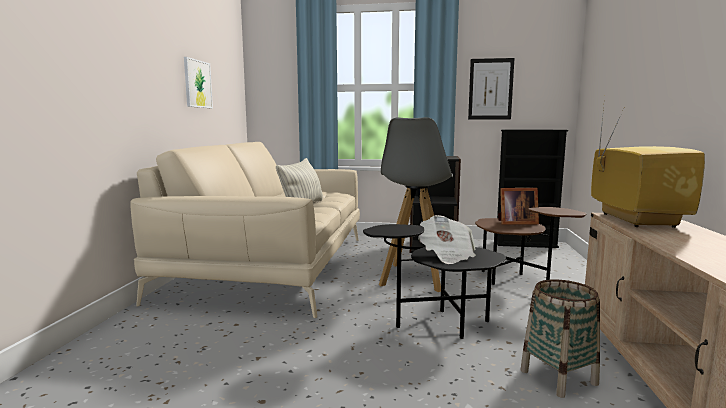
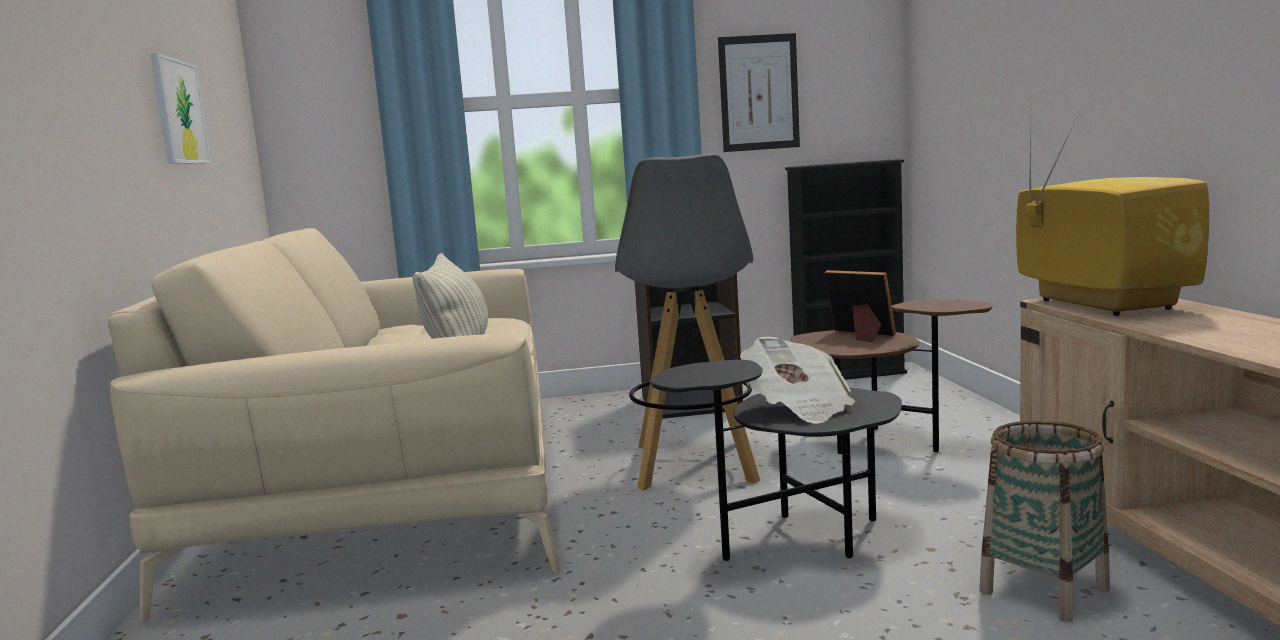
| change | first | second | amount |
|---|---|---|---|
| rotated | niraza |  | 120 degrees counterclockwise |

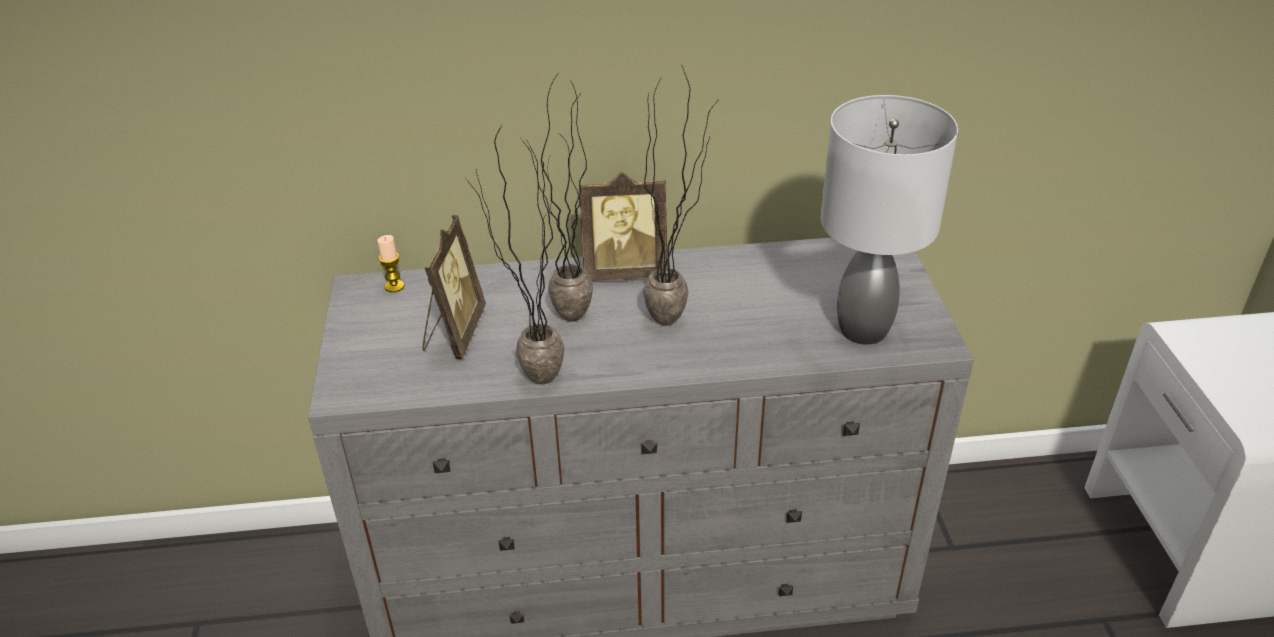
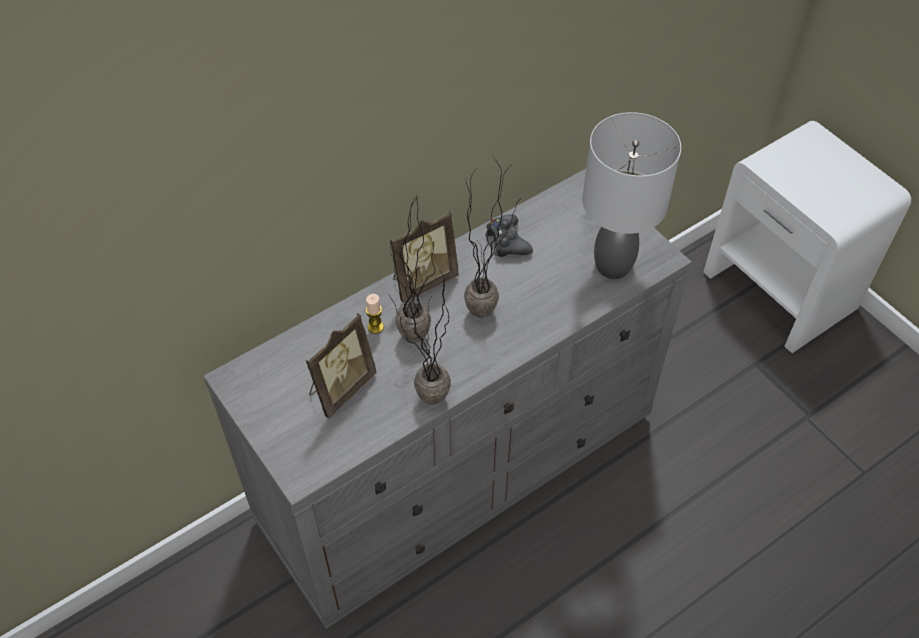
| change | first | second | amount |
|---|---|---|---|
| new |  | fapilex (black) |  |
| shifted | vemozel |  |  |
| rotated | niraza (no. 1 from left) |  | 60 degrees clockwise |

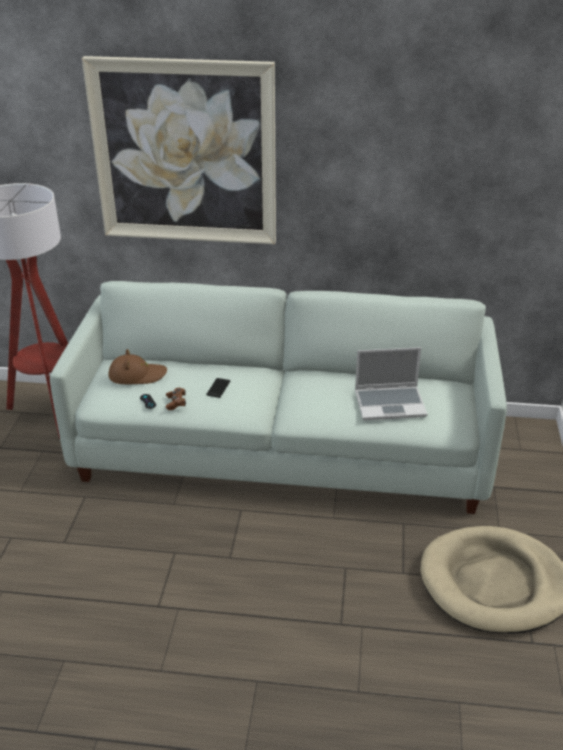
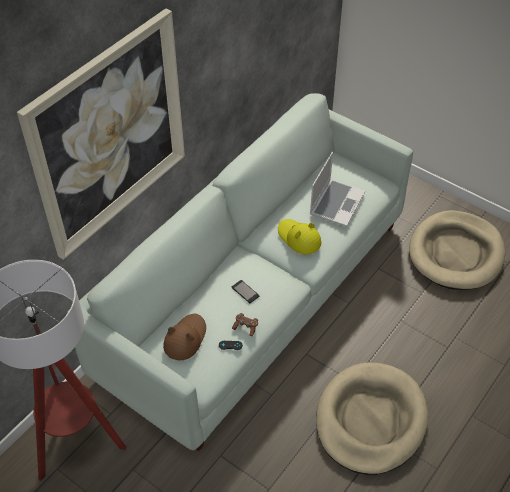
| change | first | second | amount |
|---|---|---|---|
| new |  | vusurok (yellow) |  |
| new |  | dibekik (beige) (no. 1 from left) |  |

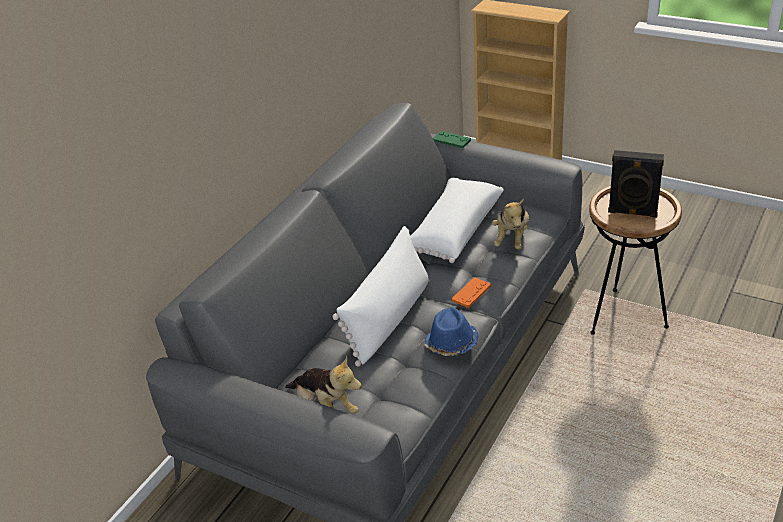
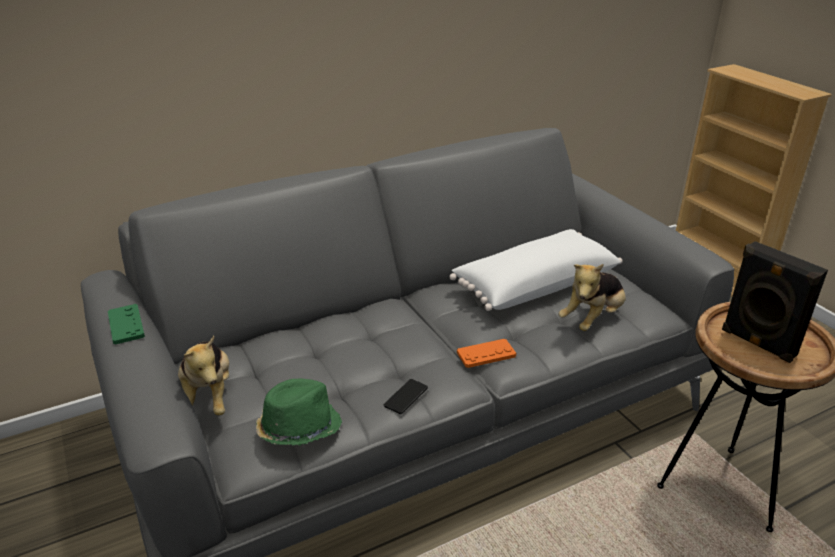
| change | first | second | amount |
|---|---|---|---|
| gone | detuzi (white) (no. 1 from left) |  |  |
| new |  | vusurok (green) |  |
| shifted | fapilex (green) |  |  |
| swapped | vusurok (blue) | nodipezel |  |

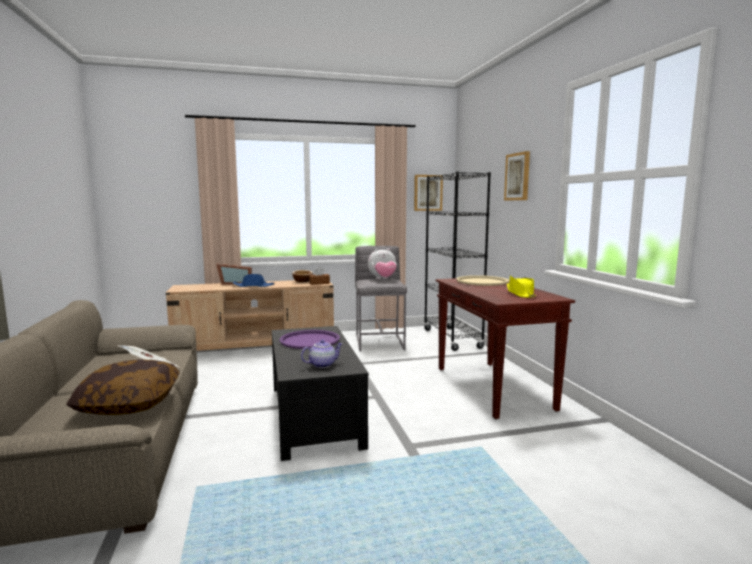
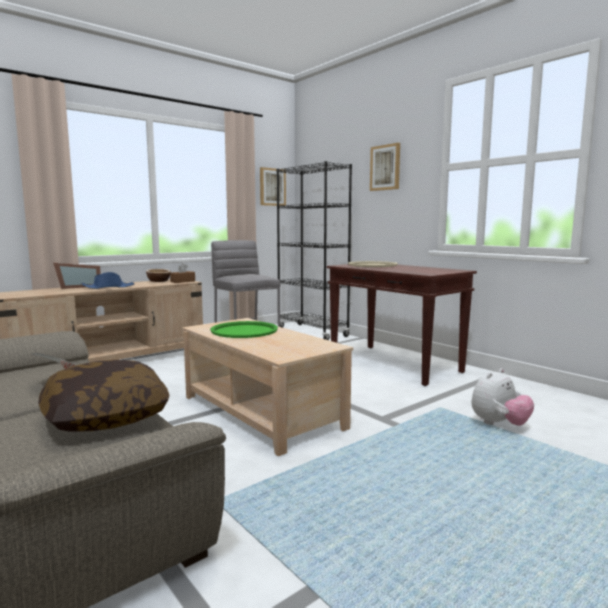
| change | first | second | amount |
|---|---|---|---|
| gone | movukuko |  |  |
| gone | vusurok (yellow) |  |  |
| shifted | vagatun |  |  |
| repainted | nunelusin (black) | nunelusin (beige) |  |
| repainted | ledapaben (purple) | ledapaben (green) |  |

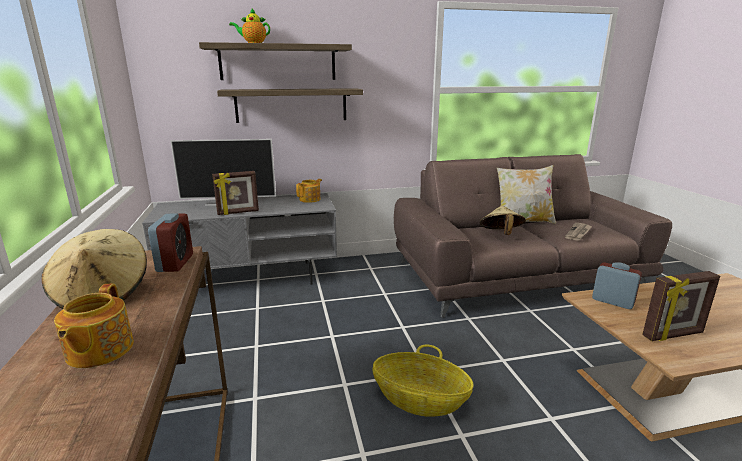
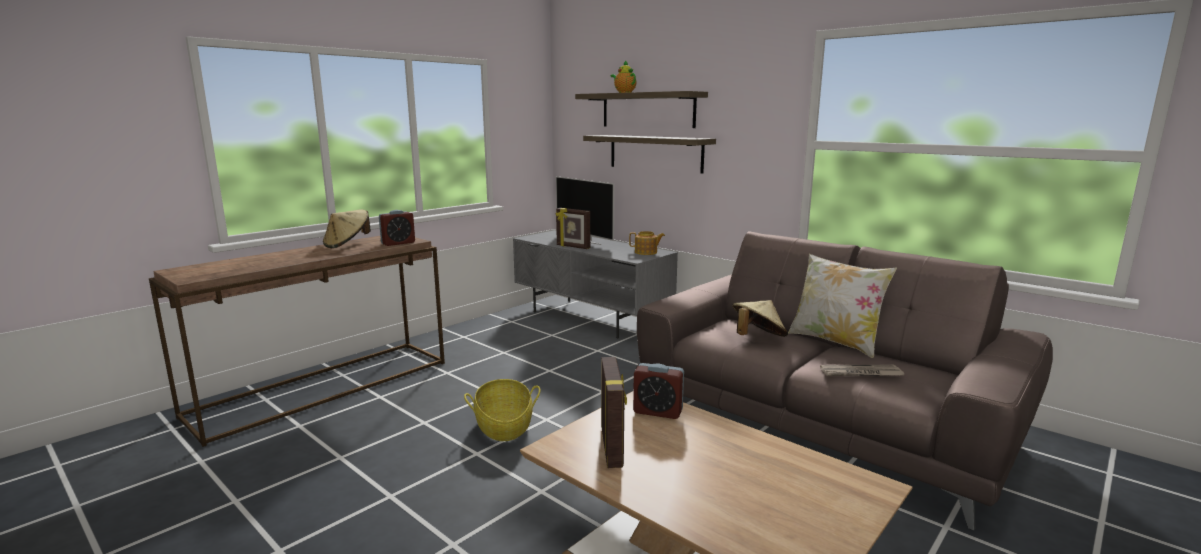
| change | first | second | amount |
|---|---|---|---|
| gone | movukuko (no. 1 from left) |  |  |
| rotated | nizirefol (no. 2 from left) |  | 105 degrees clockwise |
| rotated | niraza (no. 2 from left) |  | 135 degrees counterclockwise |

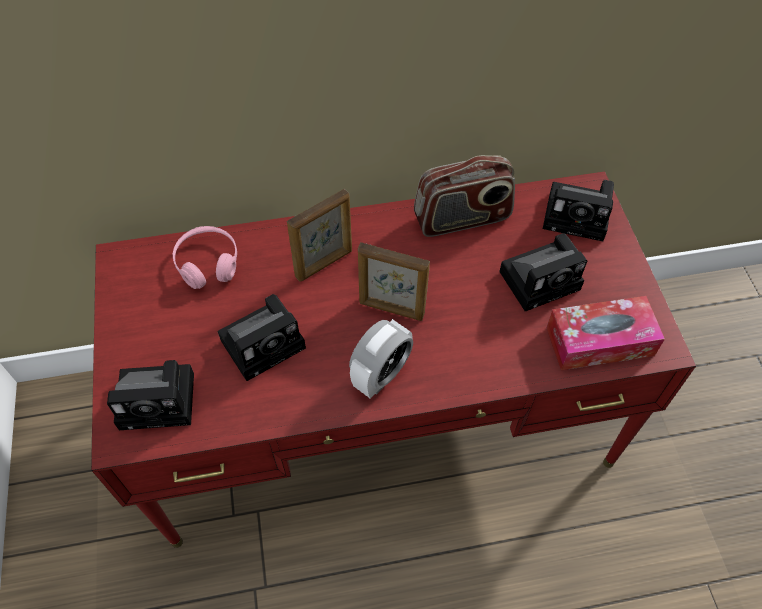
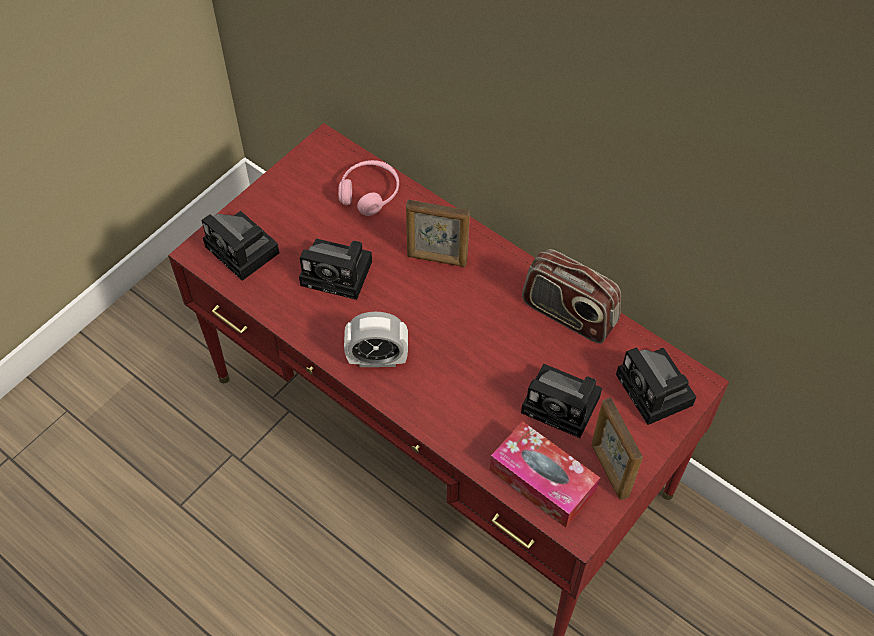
| change | first | second | amount |
|---|---|---|---|
| shifted | niraza (no. 2 from left) |  |  |

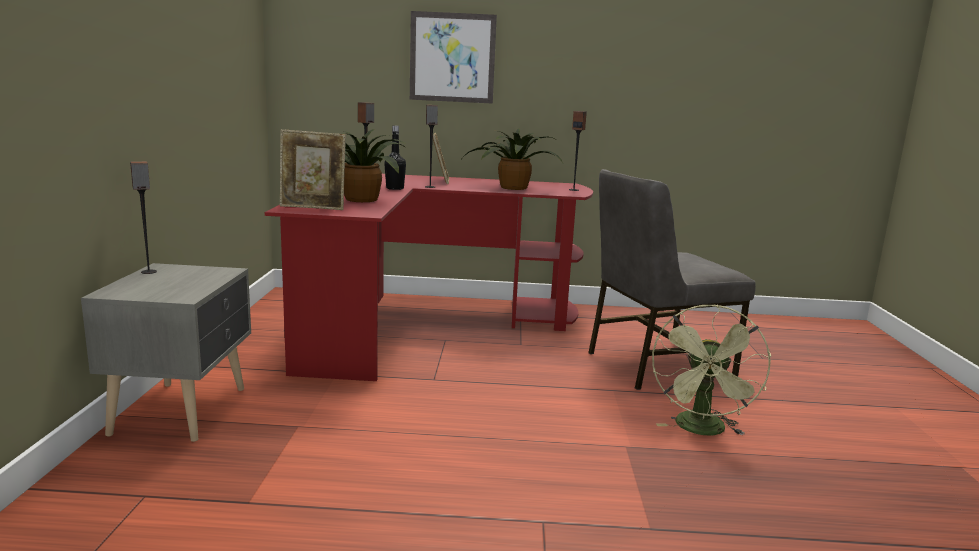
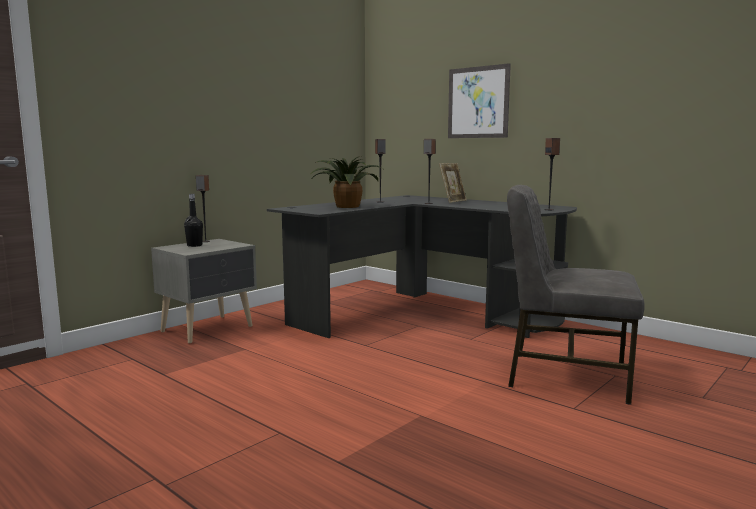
| change | first | second | amount |
|---|---|---|---|
| gone | niraza (no. 1 from left) |  |  |
| gone | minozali (no. 2 from left) |  |  |
| gone | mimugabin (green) |  |  |
| shifted | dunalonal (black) |  |  |
| repainted | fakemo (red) | fakemo (black) |  |

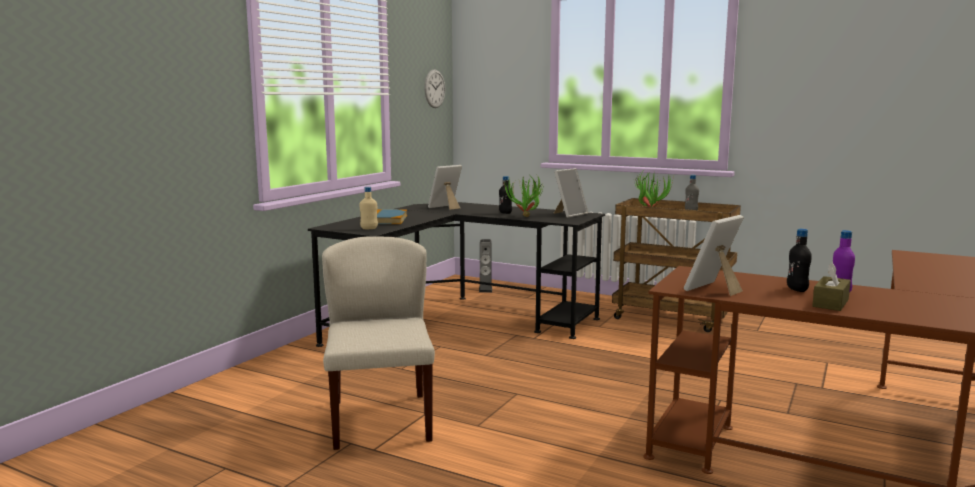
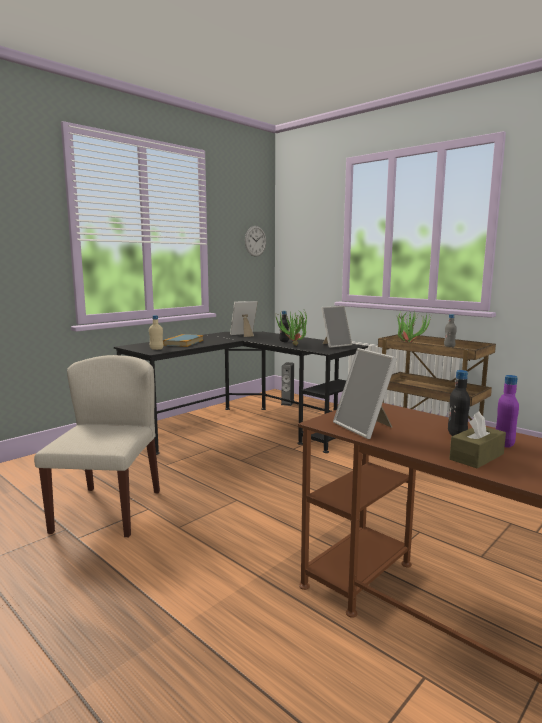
| change | first | second | amount |
|---|---|---|---|
| rotated | niraza (no. 3 from left) |  | 90 degrees counterclockwise |

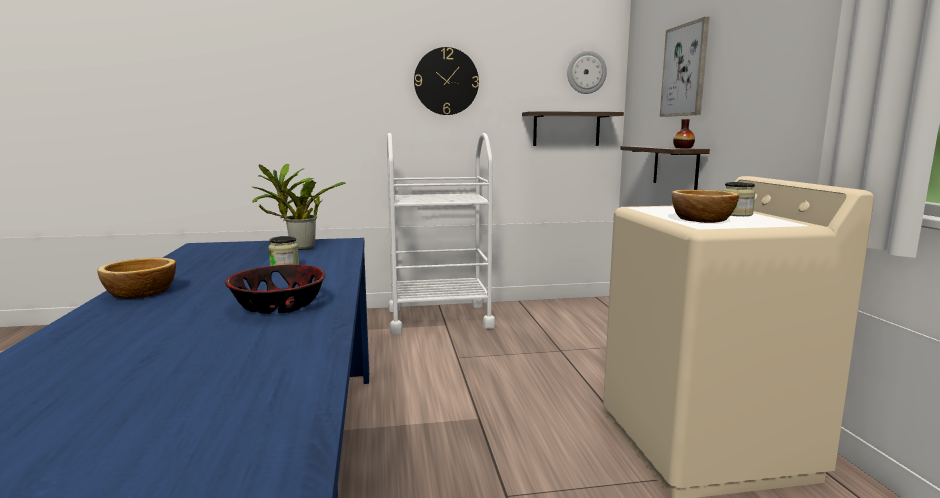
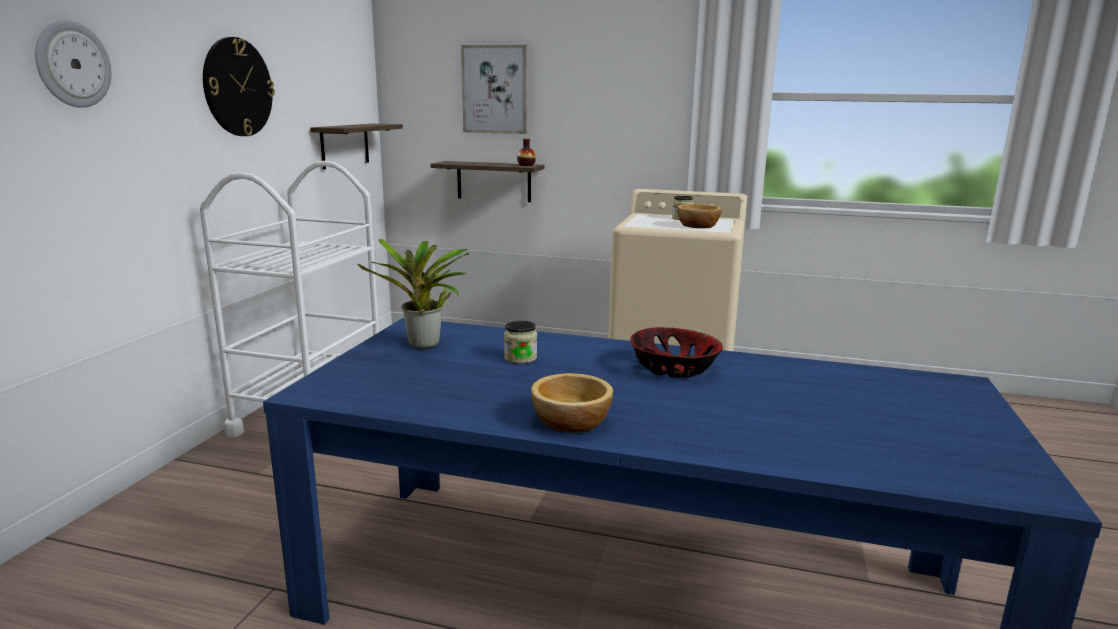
| change | first | second | amount |
|---|---|---|---|
| shifted | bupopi (no. 2 from left in the first image) | bupopi (no. 1 from left) |  |

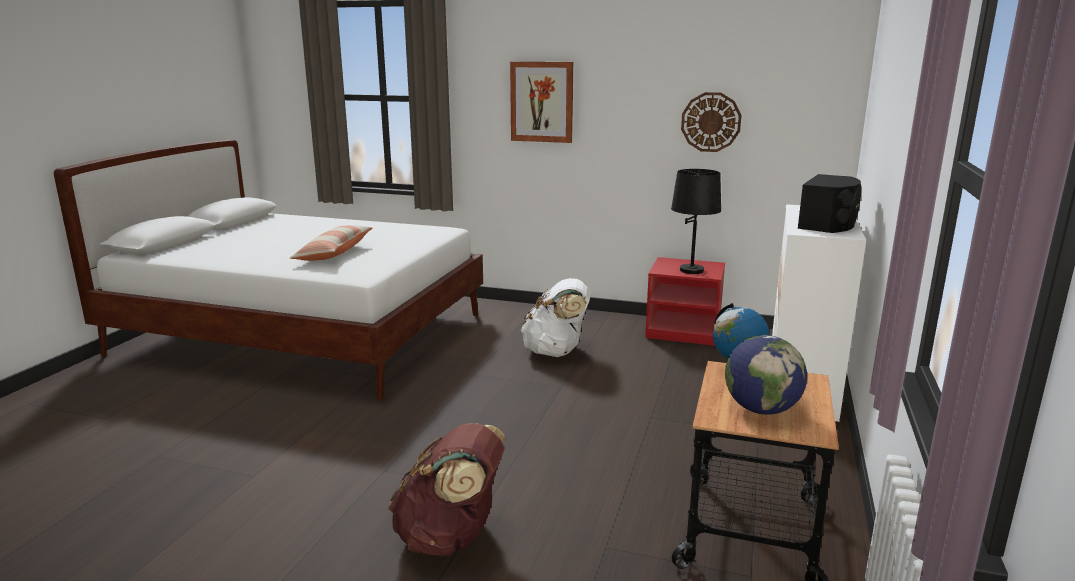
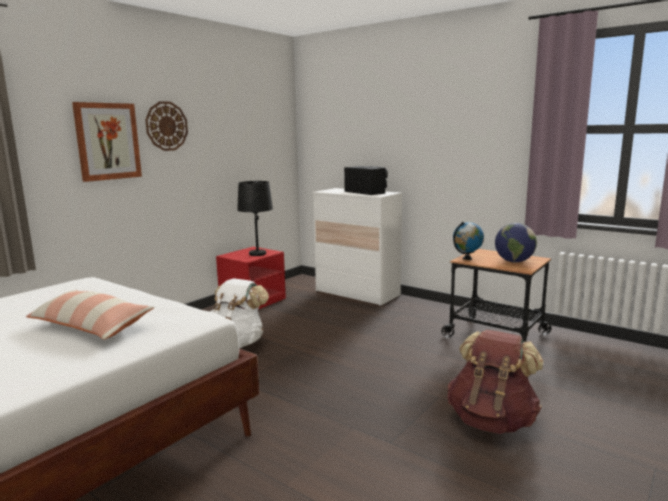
| change | first | second | amount |
|---|---|---|---|
| shifted | bupopi |  |  |

